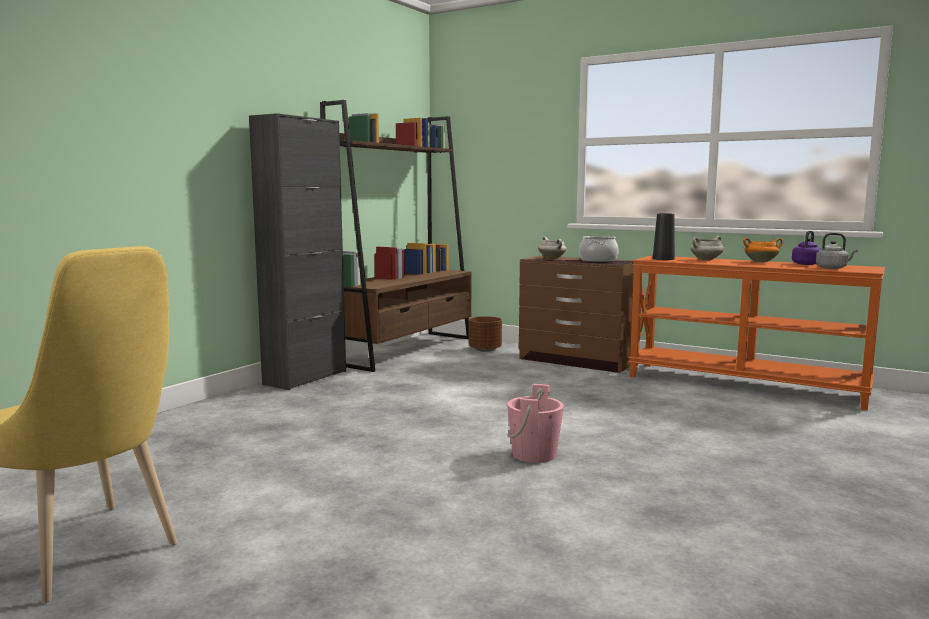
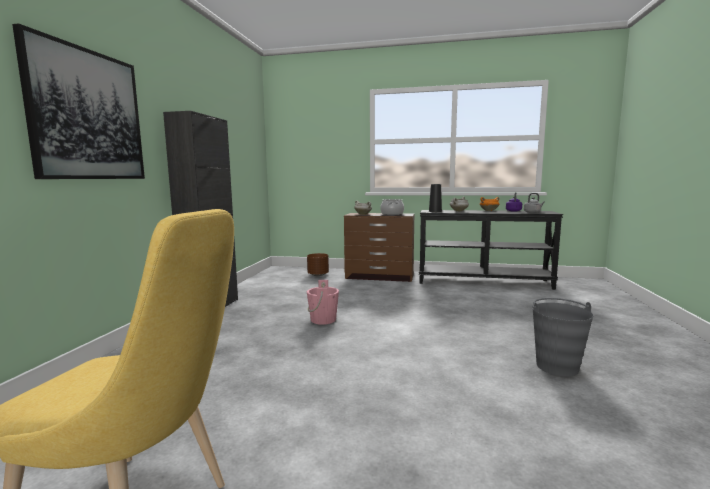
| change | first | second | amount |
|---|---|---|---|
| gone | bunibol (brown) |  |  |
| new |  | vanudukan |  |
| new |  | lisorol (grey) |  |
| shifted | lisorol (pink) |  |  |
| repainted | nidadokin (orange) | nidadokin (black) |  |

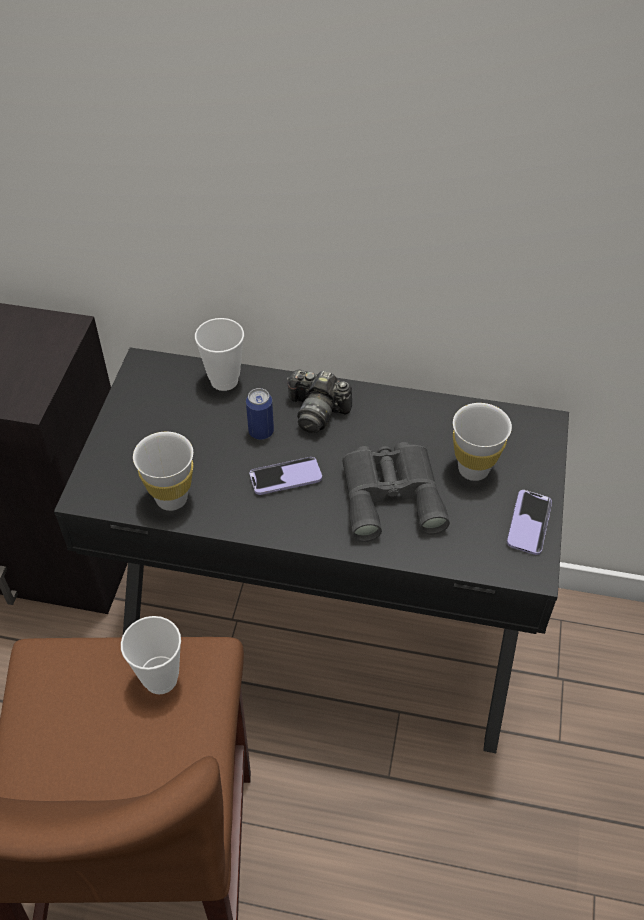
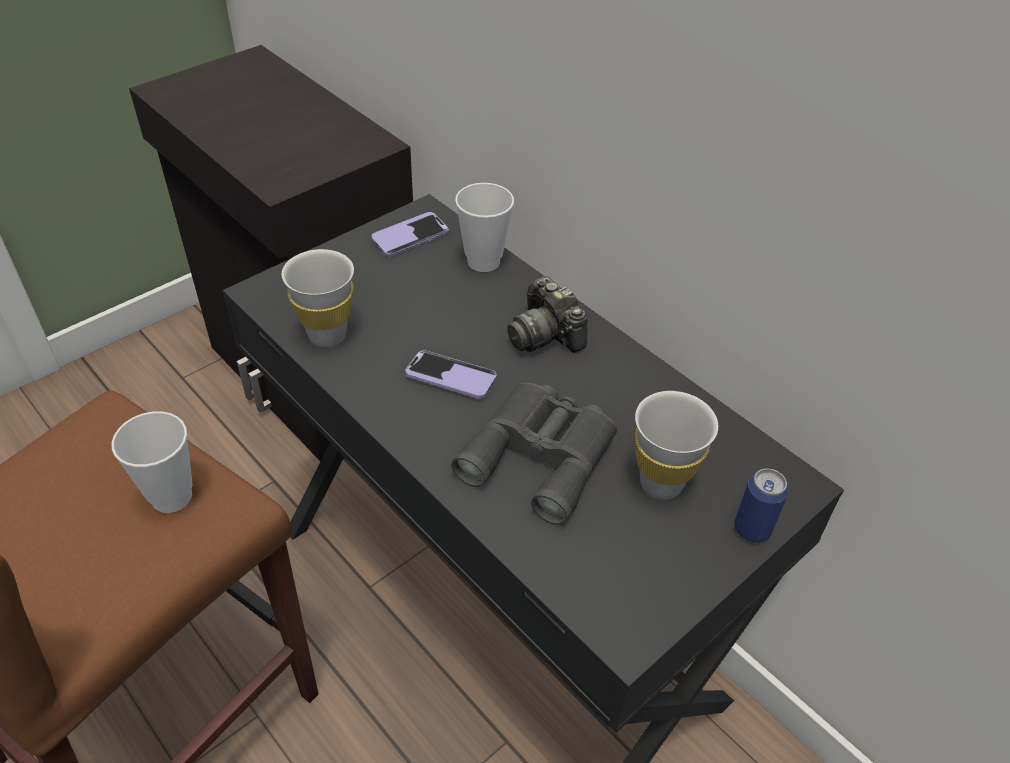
| change | first | second | amount |
|---|---|---|---|
| shifted | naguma |  |  |
| shifted | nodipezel (no. 2 from left in the first image) | nodipezel (no. 1 from left) |  |

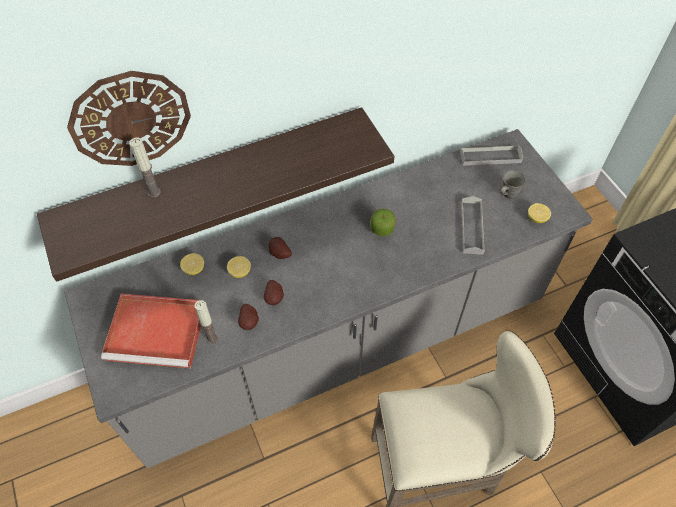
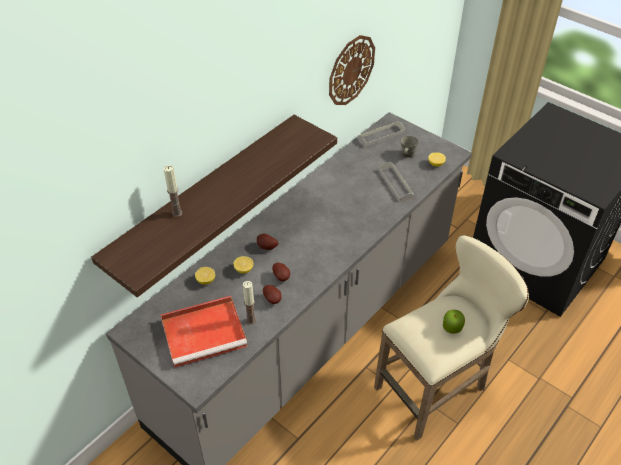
| change | first | second | amount |
|---|---|---|---|
| shifted | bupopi |  |  |
| shifted | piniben |  |  |

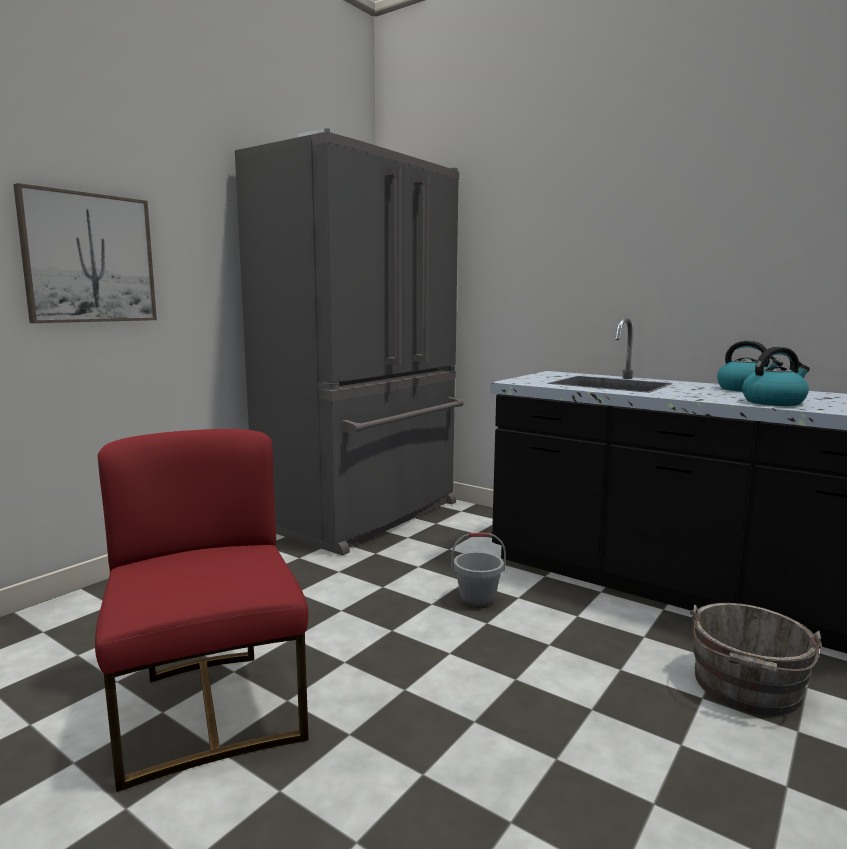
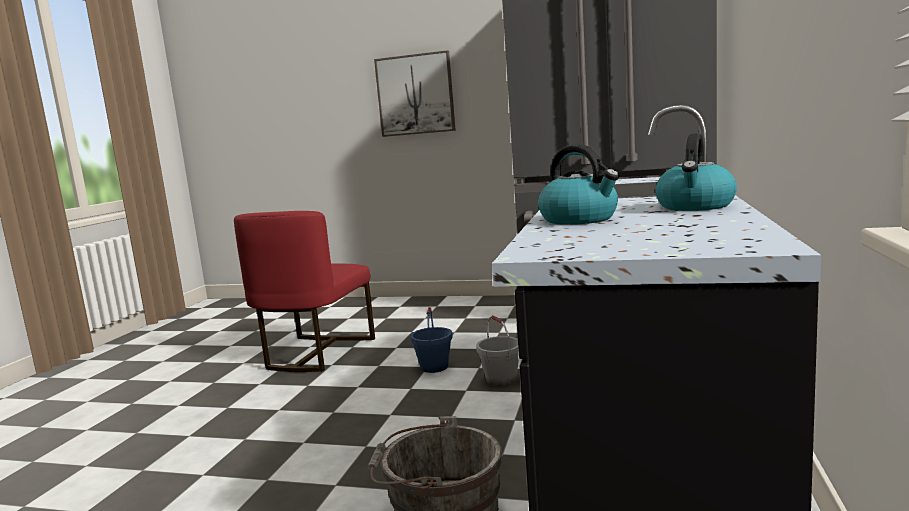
| change | first | second | amount |
|---|---|---|---|
| new |  | lisorol (blue) |  |
| rotated | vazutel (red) |  | 150 degrees clockwise |

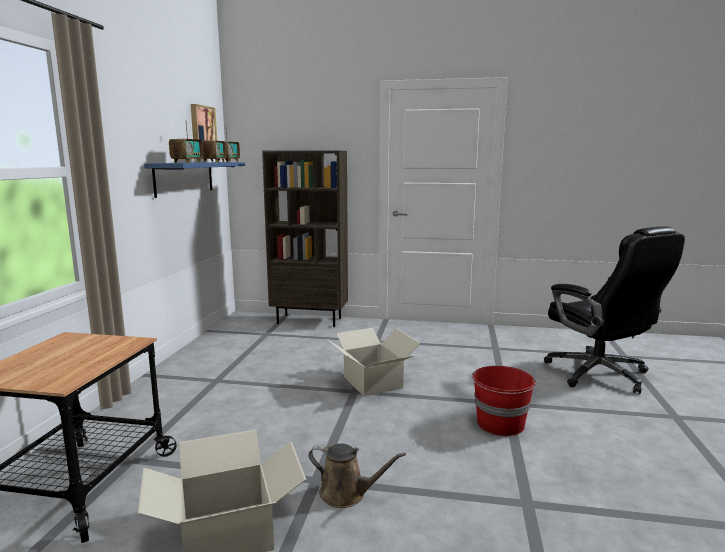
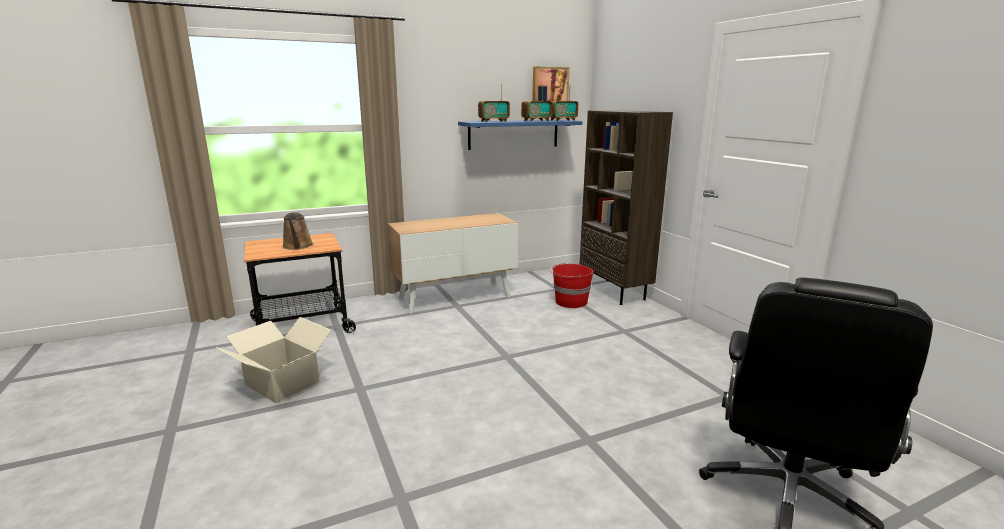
| change | first | second | amount |
|---|---|---|---|
| gone | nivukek (no. 2 from left) |  |  |
| new |  | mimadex |  |
| shifted | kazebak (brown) |  |  |
| shifted | lisorol (red) |  |  |

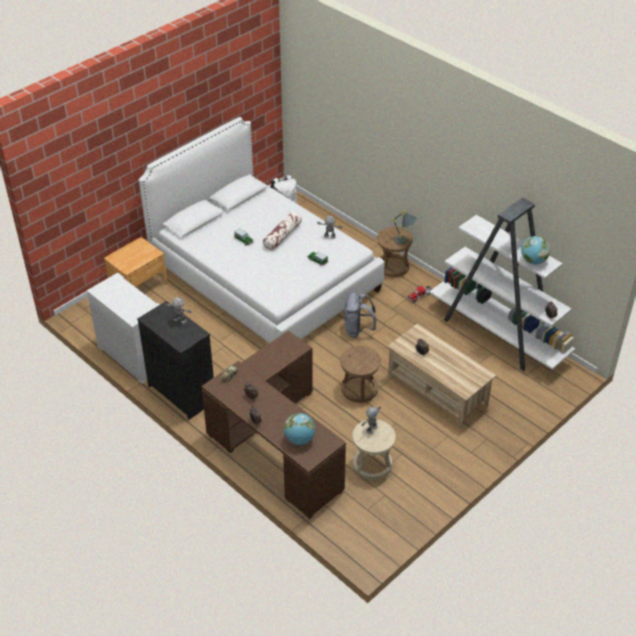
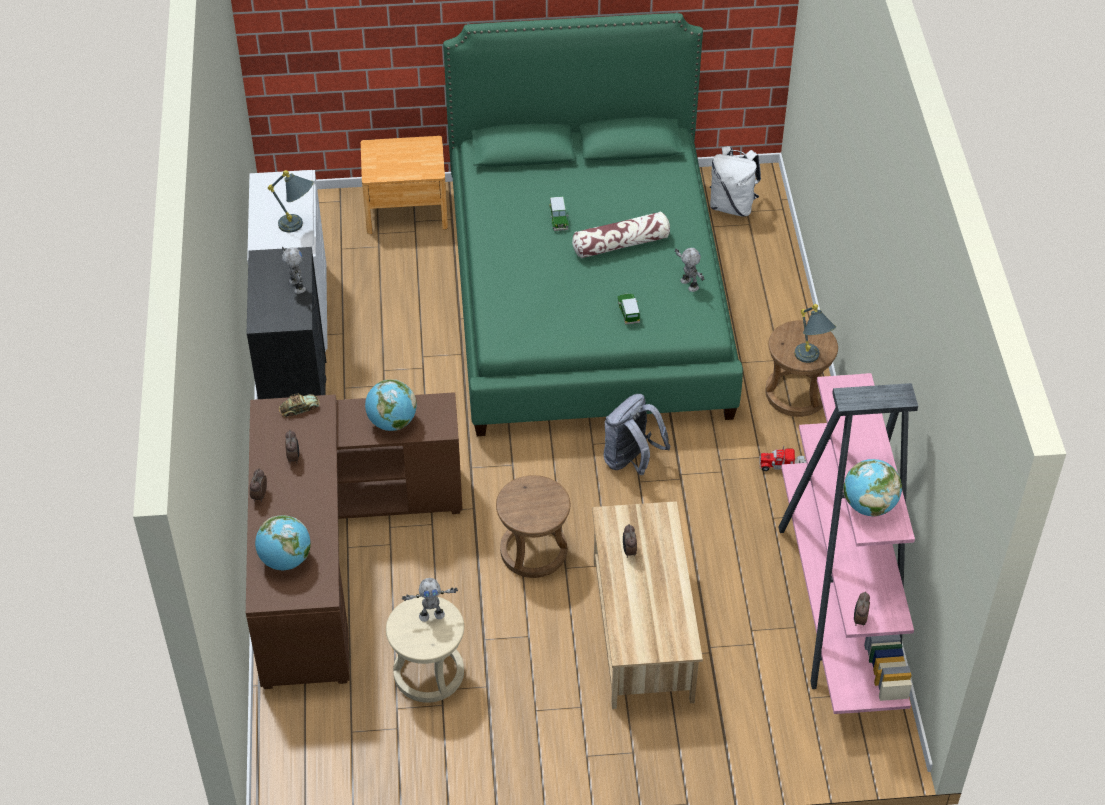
| change | first | second | amount |
|---|---|---|---|
| new |  | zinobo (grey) (no. 1 from left) |  |
| new |  | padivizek (no. 2 from left) |  |
| repainted | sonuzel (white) | sonuzel (green) |  |
| repainted | bunibol (white) | bunibol (pink) |  |

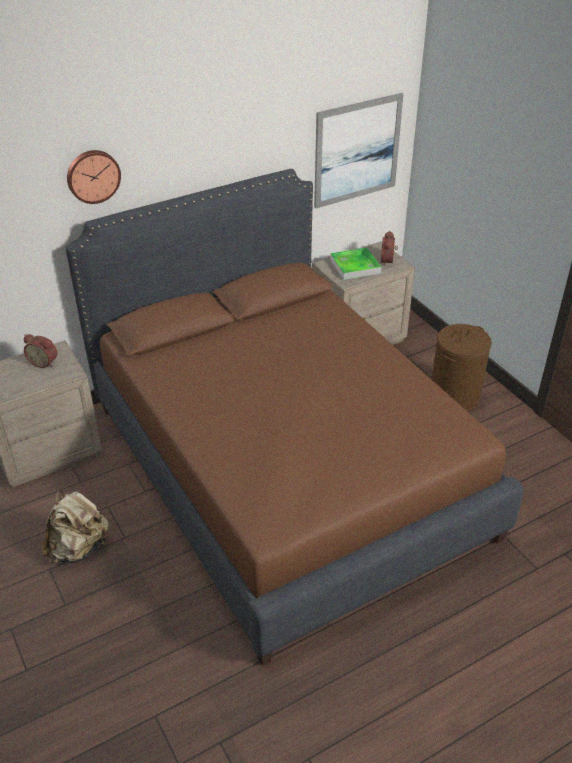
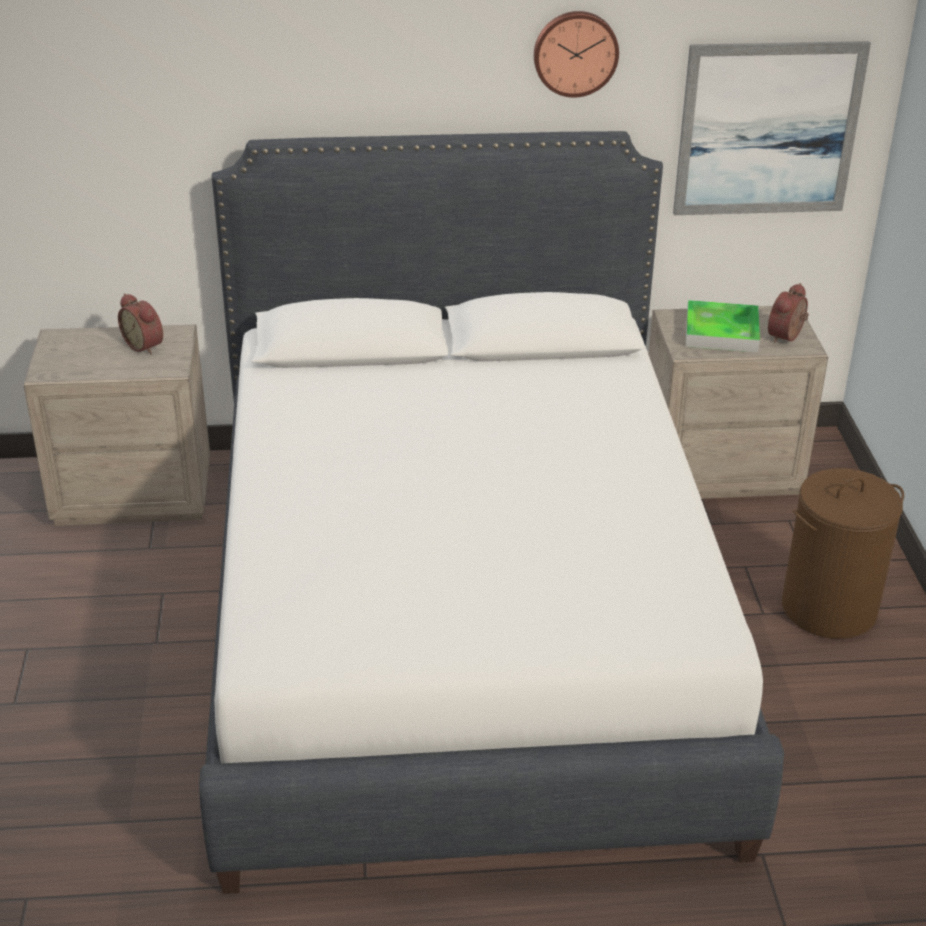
| change | first | second | amount |
|---|---|---|---|
| gone | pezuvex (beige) |  |  |
| shifted | bupopi |  |  |
| repainted | sonuzel (brown) | sonuzel (white) |  |

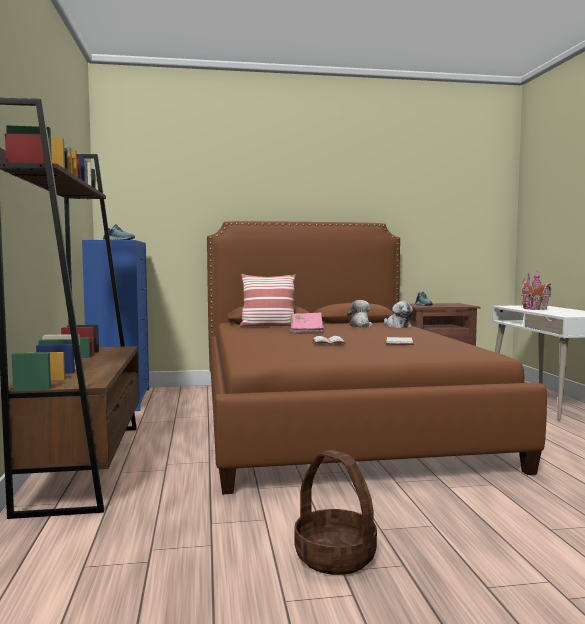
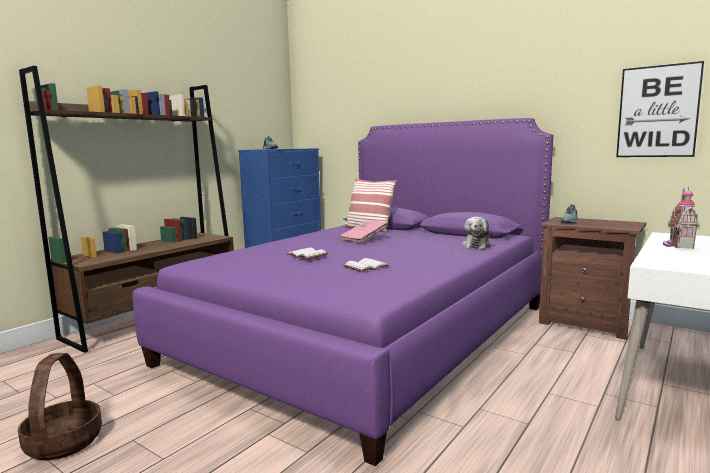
| change | first | second | amount |
|---|---|---|---|
| gone | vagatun (no. 1 from left) |  |  |
| new |  | vanudukan |  |
| repainted | sonuzel (brown) | sonuzel (purple) |  |

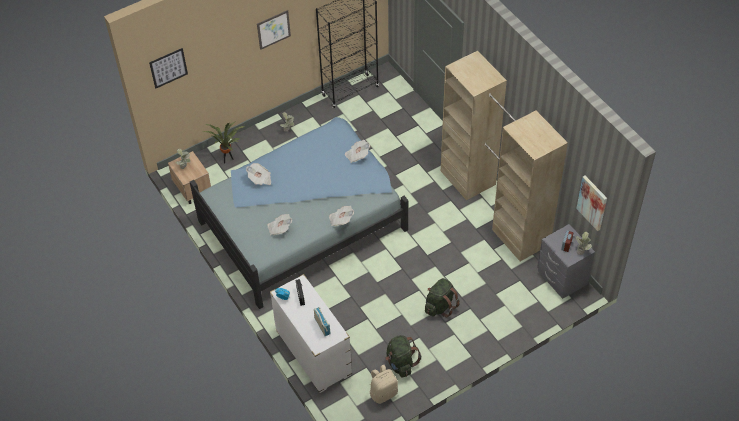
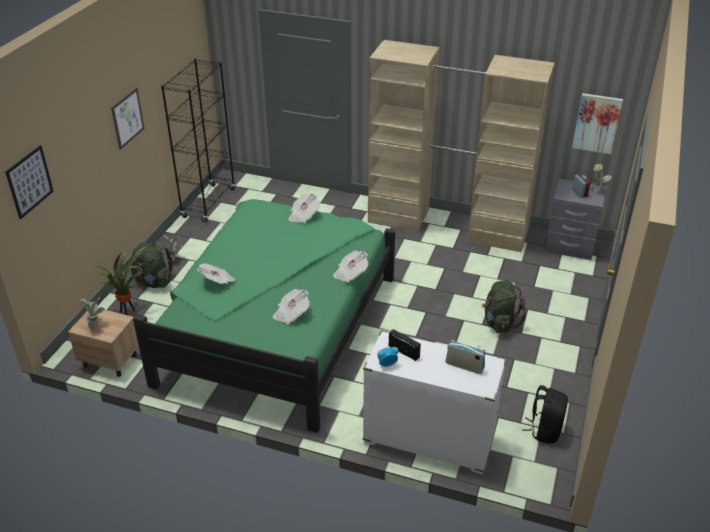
| change | first | second | amount |
|---|---|---|---|
| shifted | pezuvex (green) (no. 1 from left) |  |  |
| repainted | sonuzel (blue) | sonuzel (green) |  |
| repainted | pezuvex (beige) | pezuvex (black) |  |

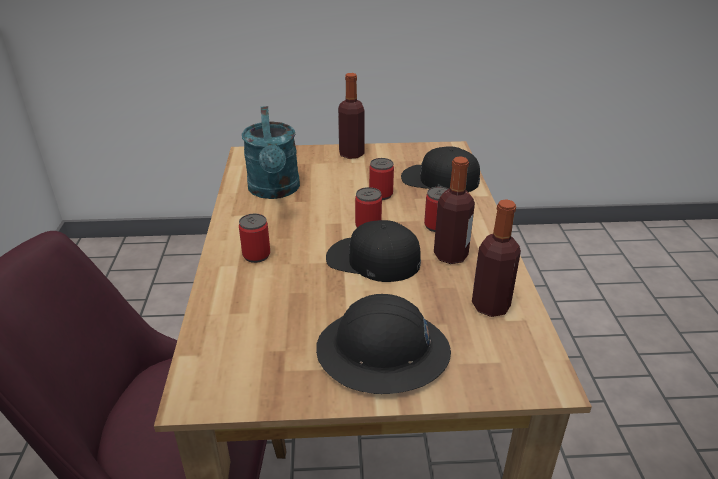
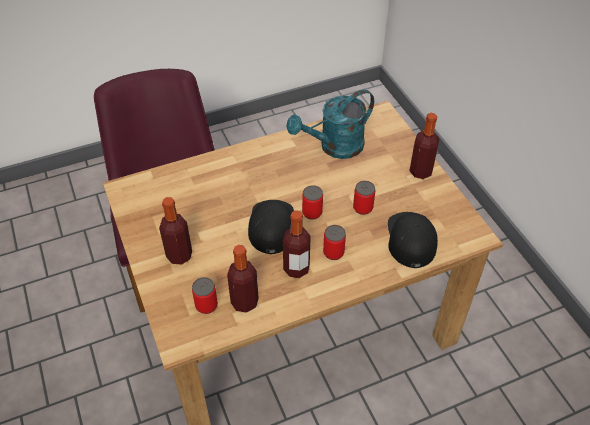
| change | first | second | amount |
|---|---|---|---|
| shifted | naguma (no. 1 from left) |  |  |
| swapped | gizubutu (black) | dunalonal (no. 1 from left) |  |

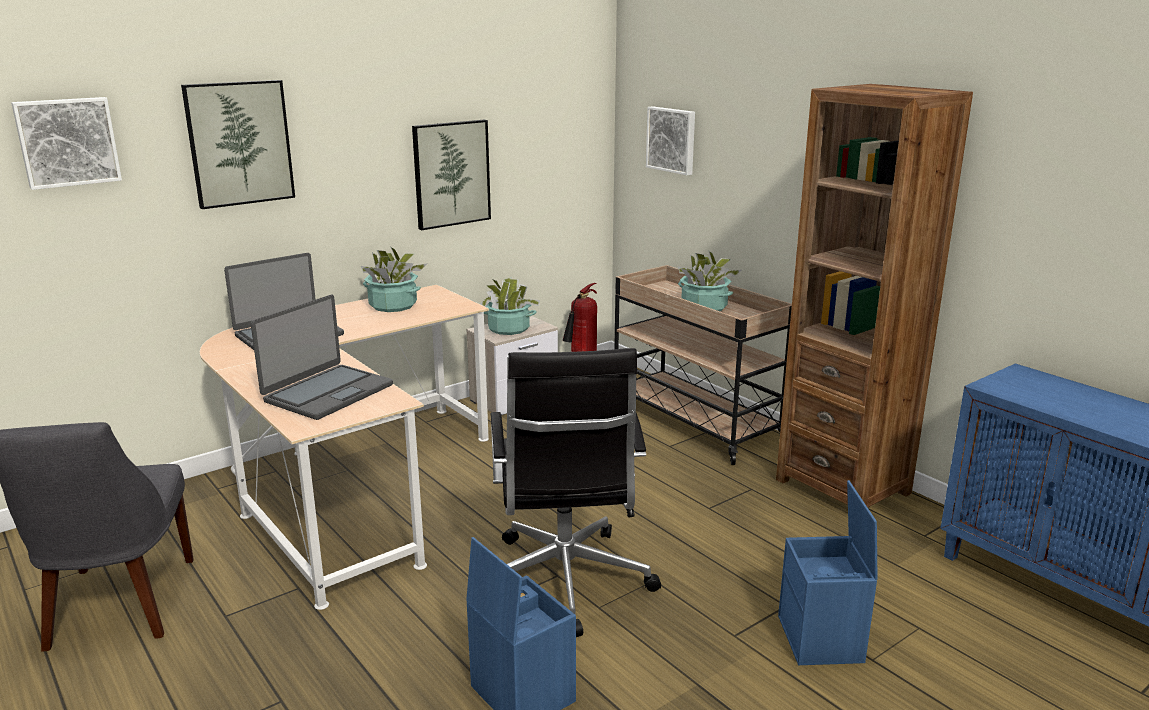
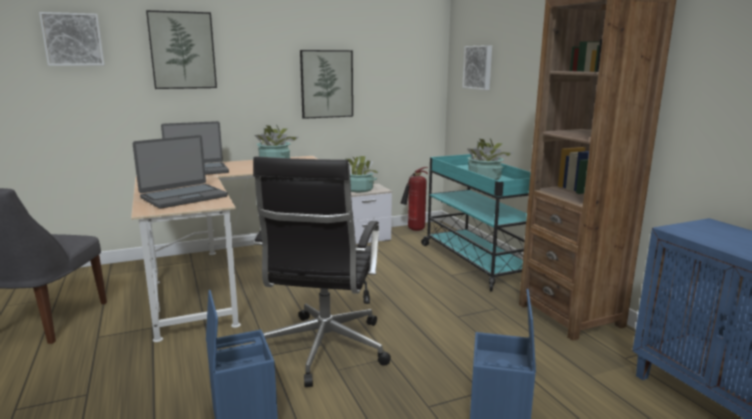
| change | first | second | amount |
|---|---|---|---|
| repainted | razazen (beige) | razazen (turquoise) |  |

